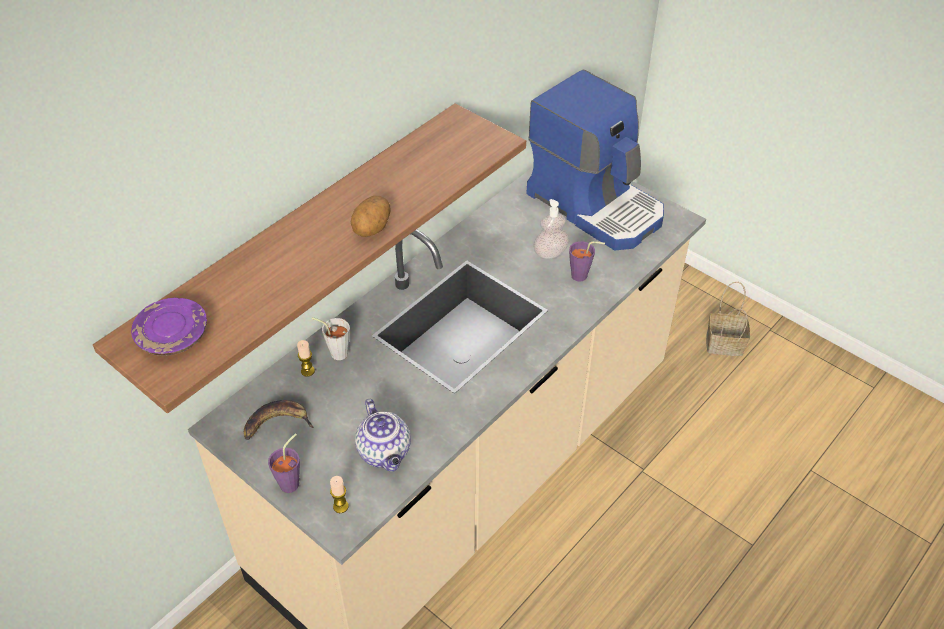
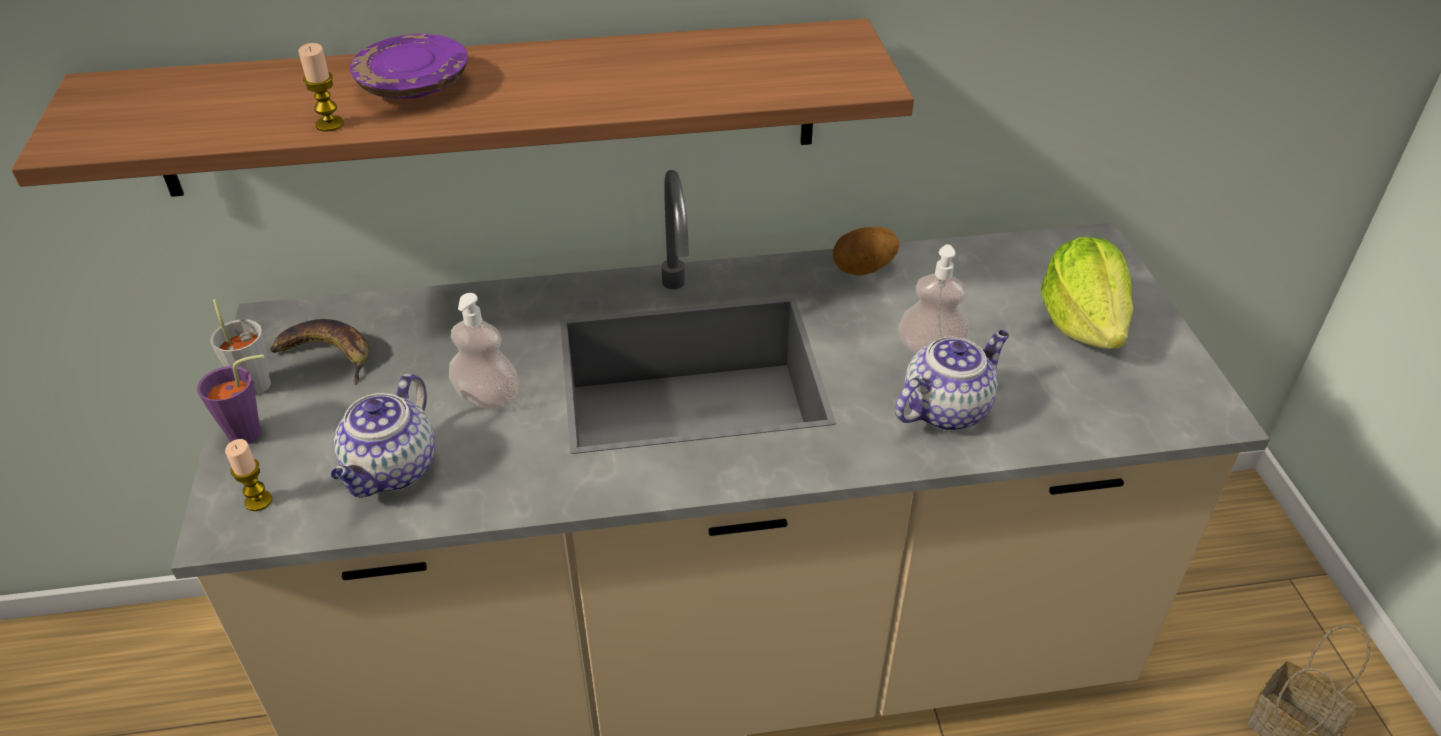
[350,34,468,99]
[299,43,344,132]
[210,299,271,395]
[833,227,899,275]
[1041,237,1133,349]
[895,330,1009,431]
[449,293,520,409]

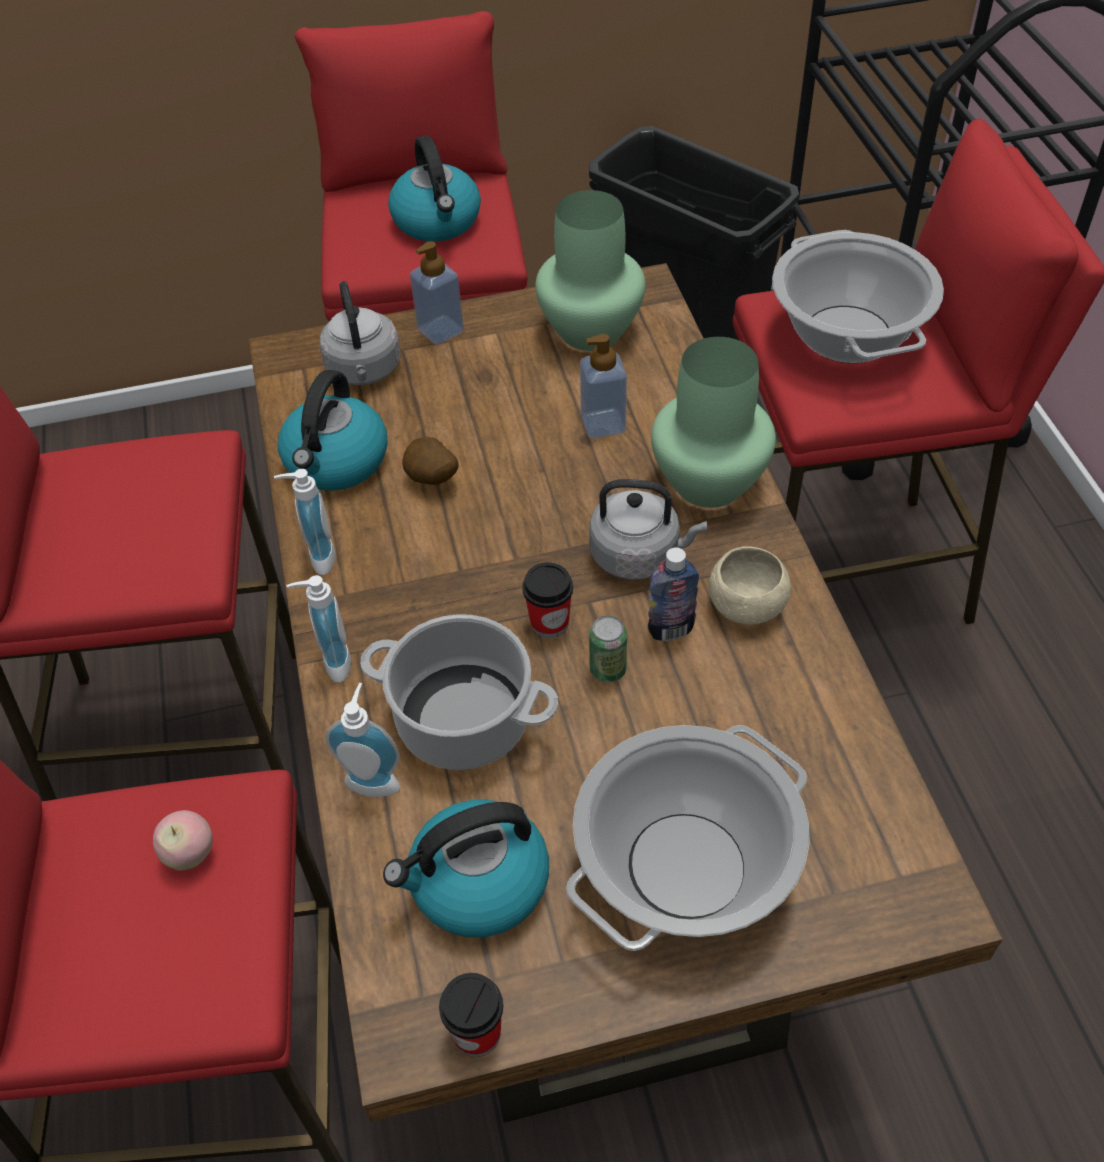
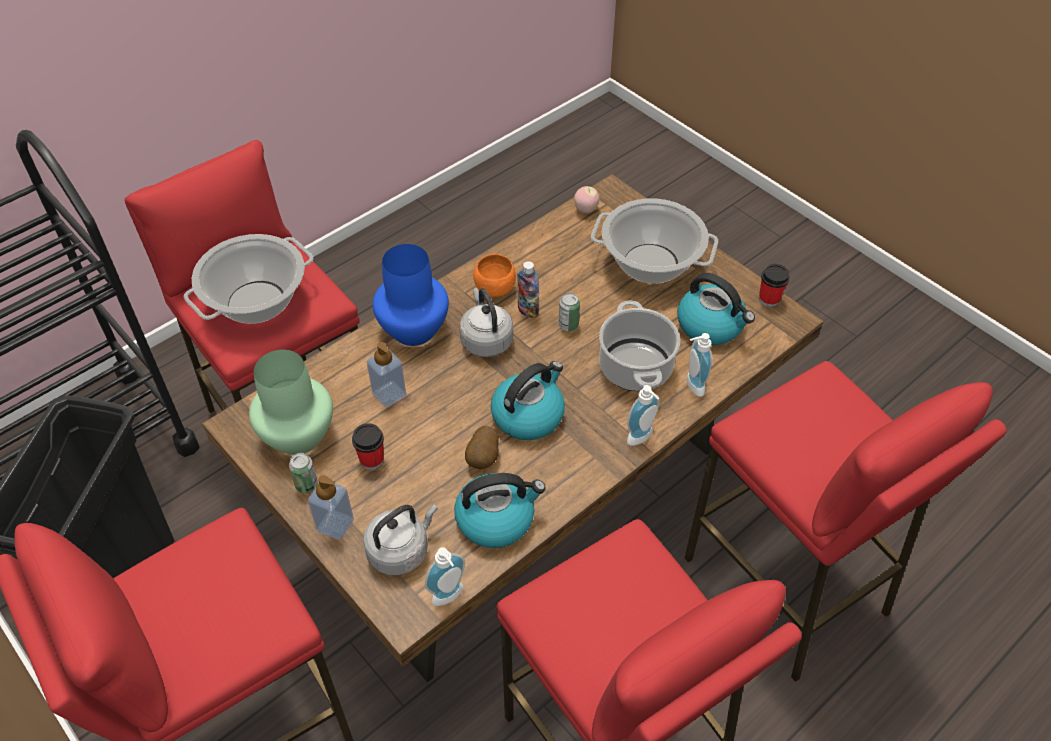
[574,186,600,213]
[425,547,465,606]
[491,361,565,440]
[352,423,384,470]
[373,244,449,346]
[473,254,516,297]
[289,453,318,493]

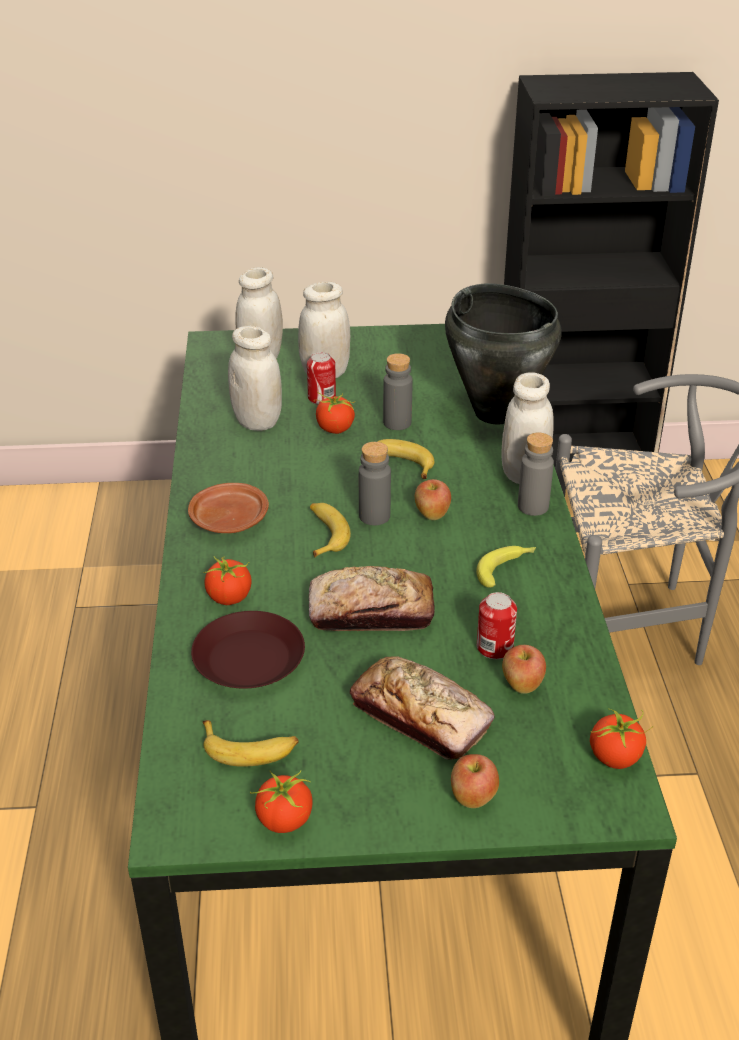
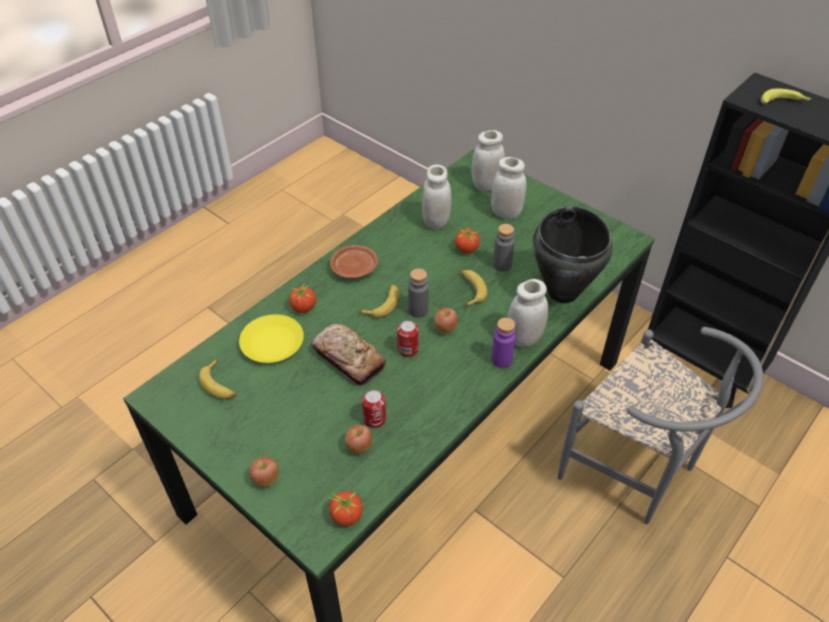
[239,314,304,363]
[250,771,313,833] (first image)
[397,320,419,357]
[350,656,494,760] (first image)
[761,88,811,104]
[491,318,516,368]

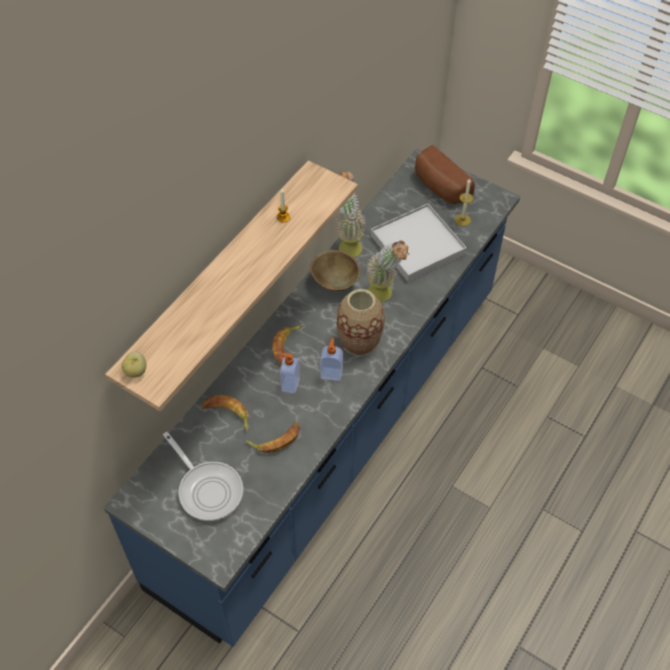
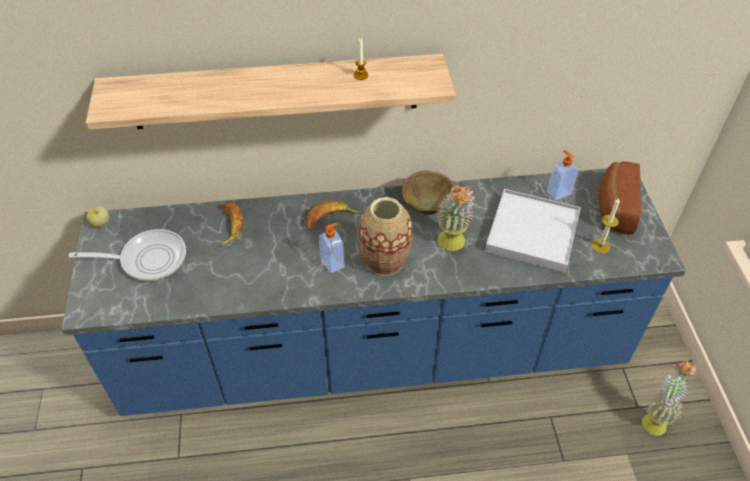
[86,206,109,227]
[69,229,186,281]
[245,422,300,453] (first image)
[547,150,578,200]
[642,359,696,436]

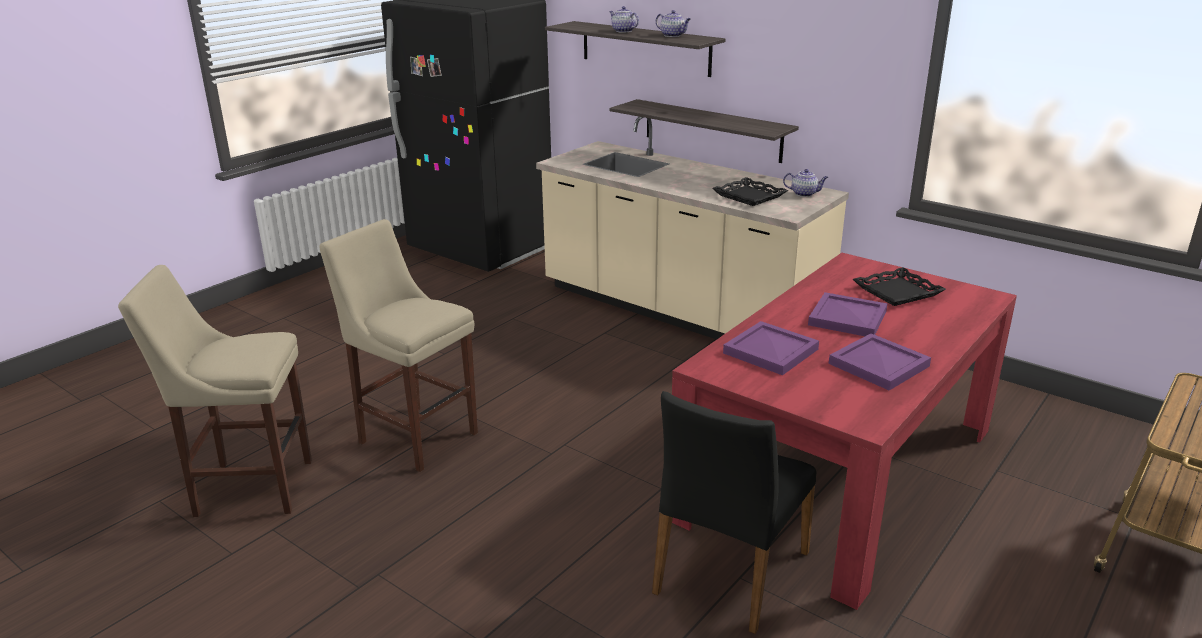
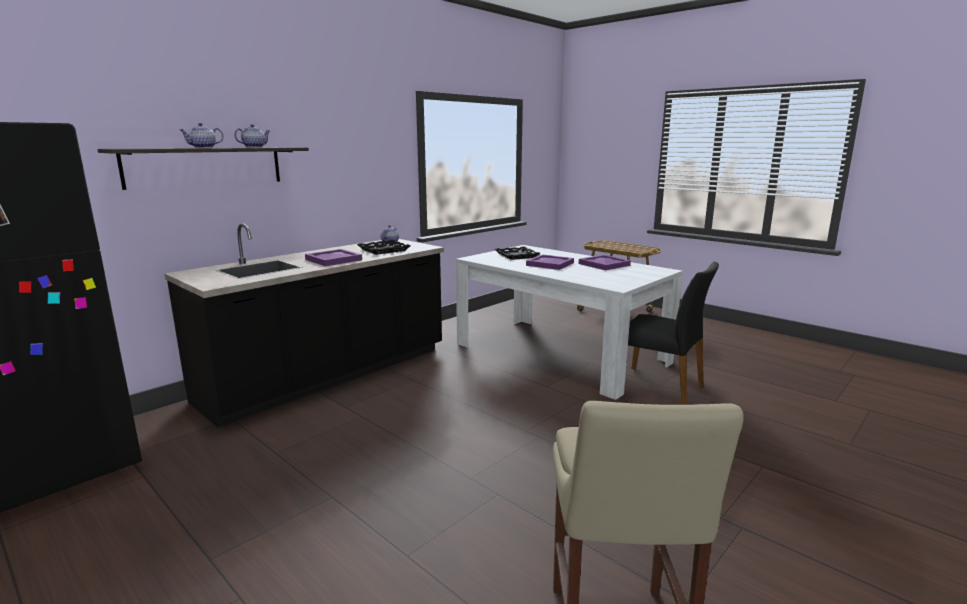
[319,219,478,472] (first image)
[164,223,444,427]
[610,99,799,163] (first image)
[456,245,683,400]
[305,249,362,266]

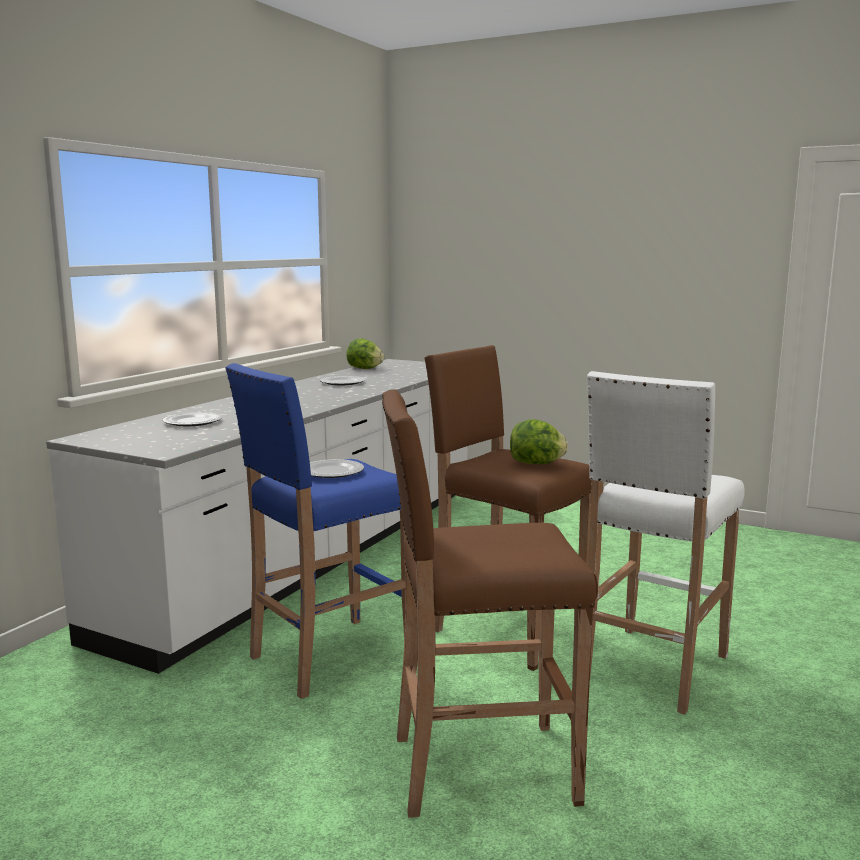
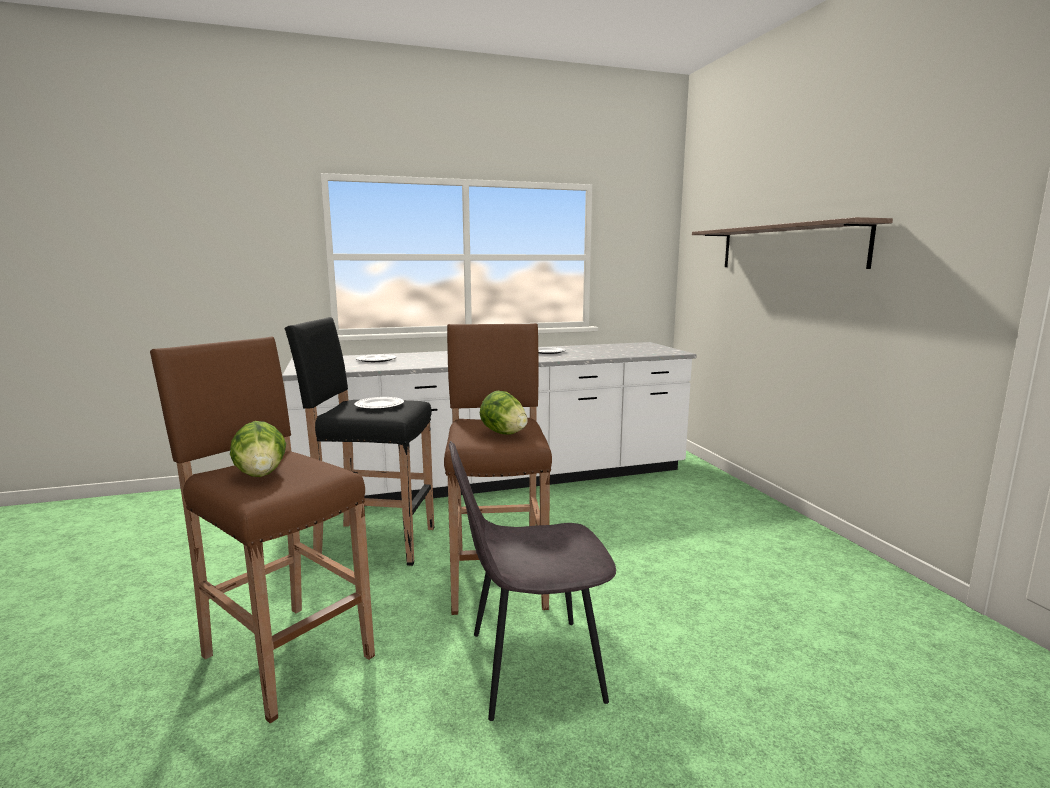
[284,317,434,566]
[230,421,286,477]
[449,441,616,721]
[692,217,893,269]

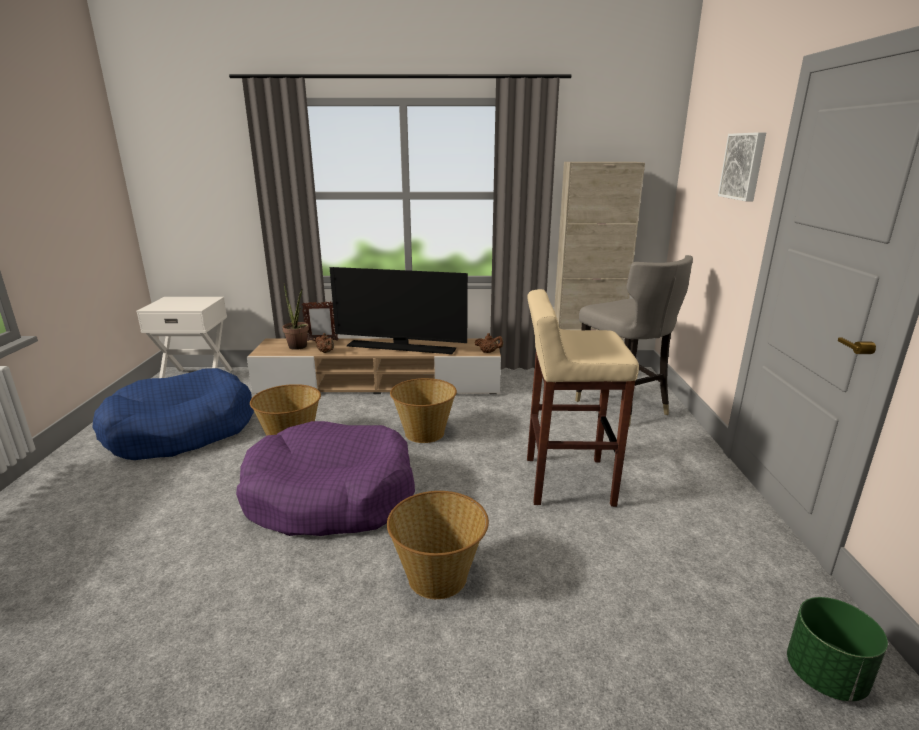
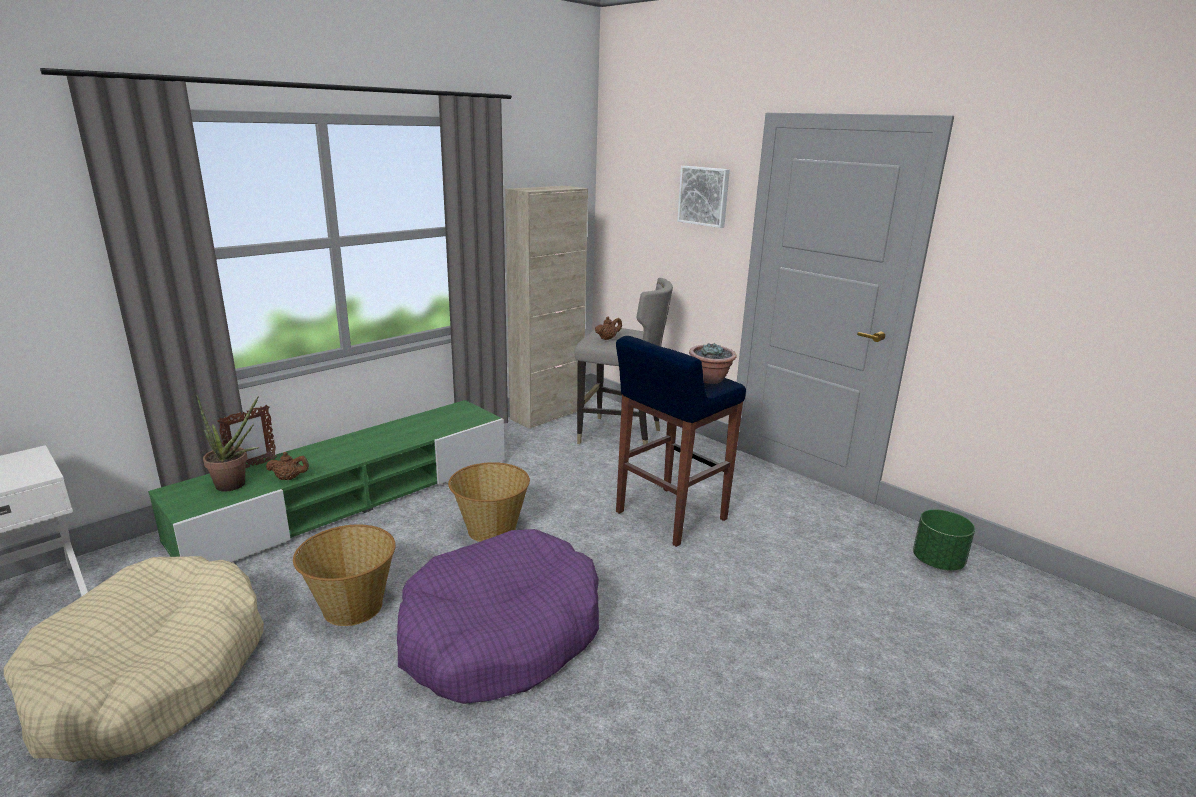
[4,556,264,762]
[148,400,505,562]
[330,267,468,354] (first image)
[387,491,489,599] (first image)
[595,317,622,340]
[616,336,746,547]
[689,342,737,384]

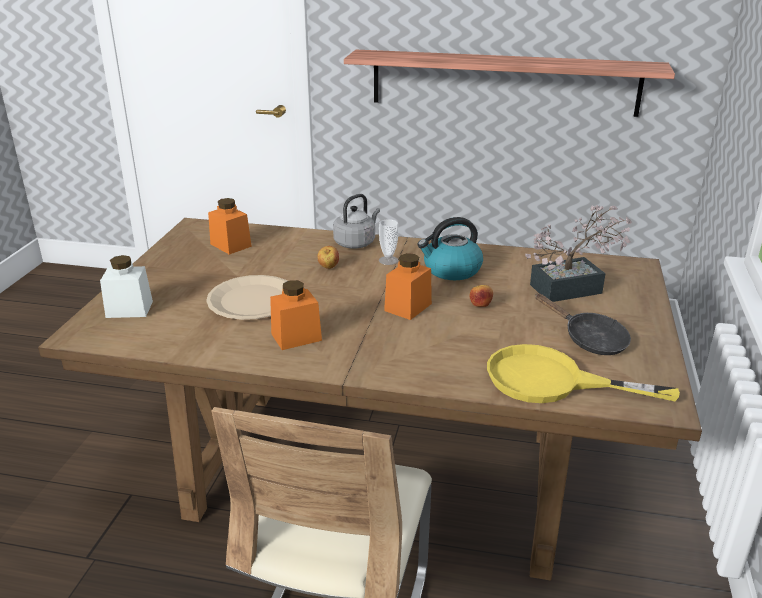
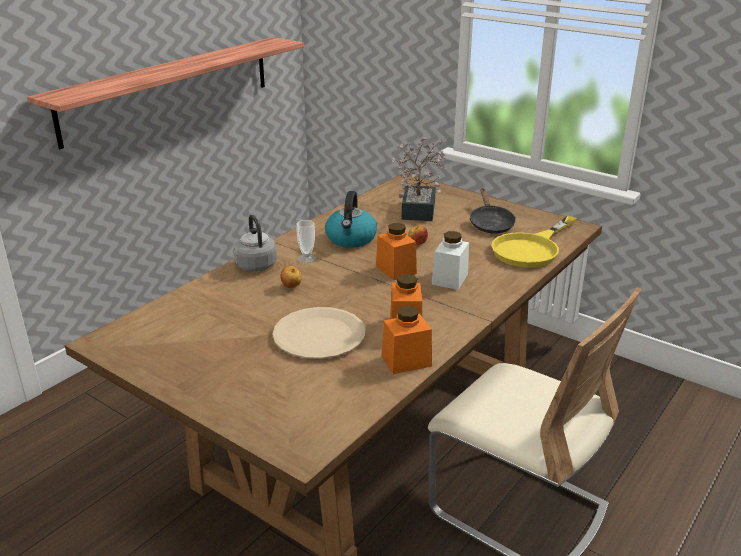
[432,231,469,290]
[381,306,432,374]
[469,188,516,234]

